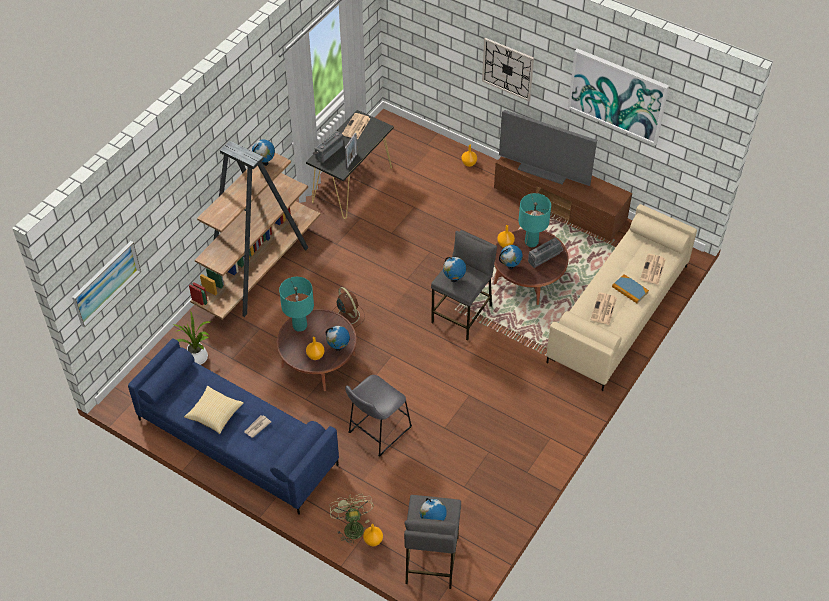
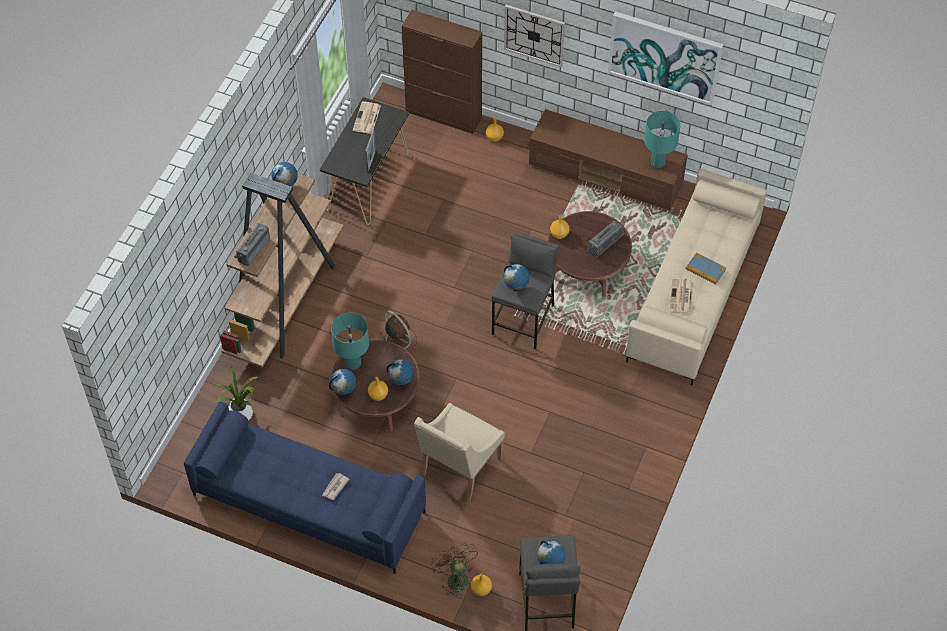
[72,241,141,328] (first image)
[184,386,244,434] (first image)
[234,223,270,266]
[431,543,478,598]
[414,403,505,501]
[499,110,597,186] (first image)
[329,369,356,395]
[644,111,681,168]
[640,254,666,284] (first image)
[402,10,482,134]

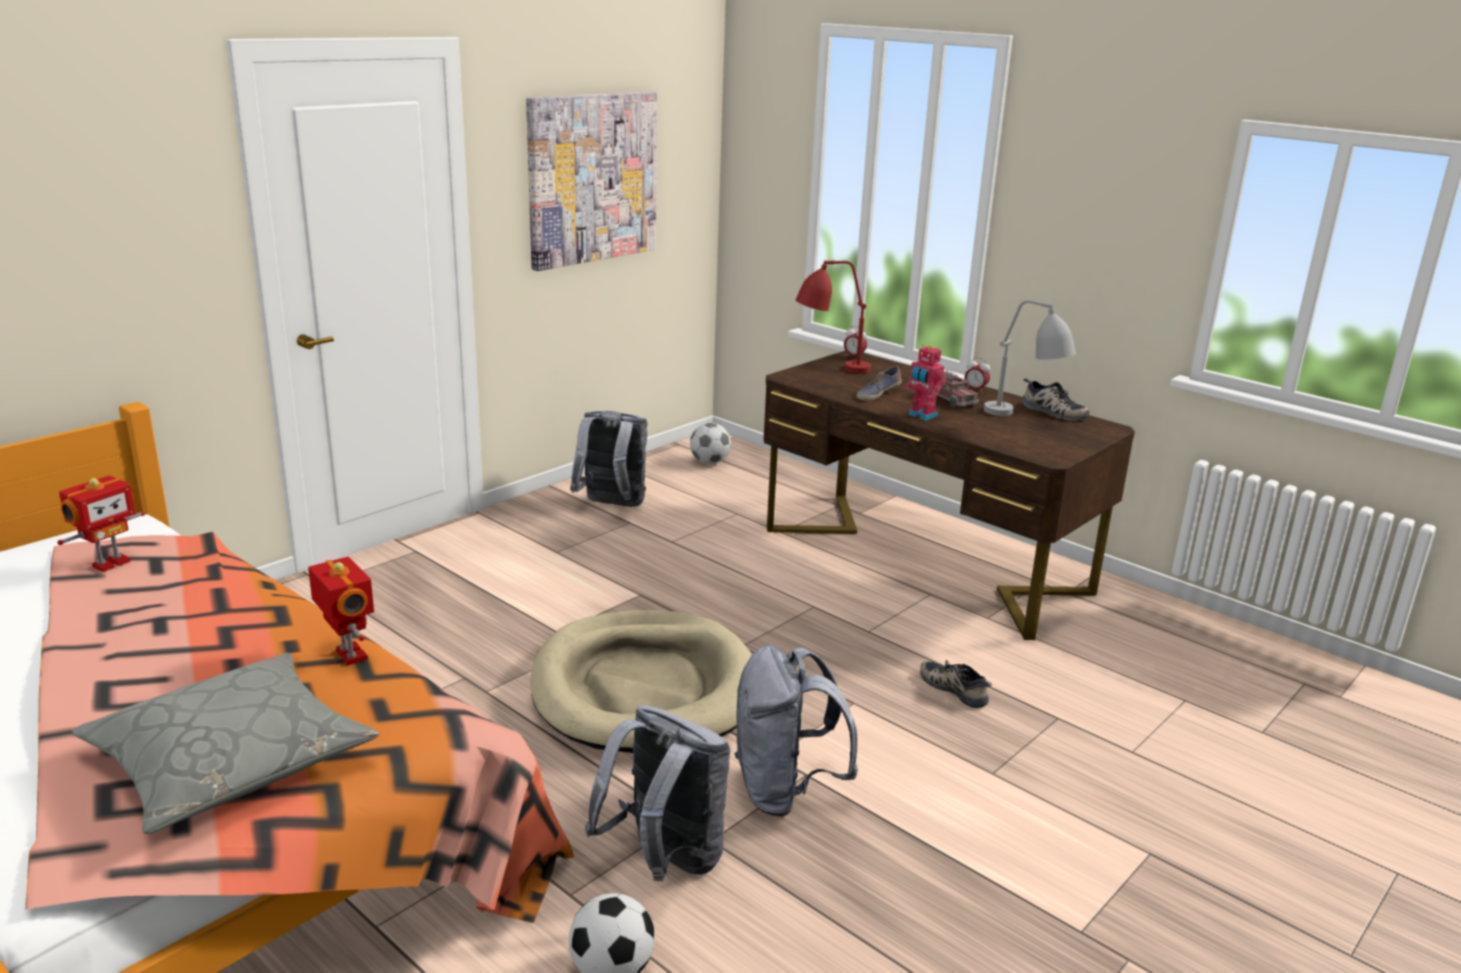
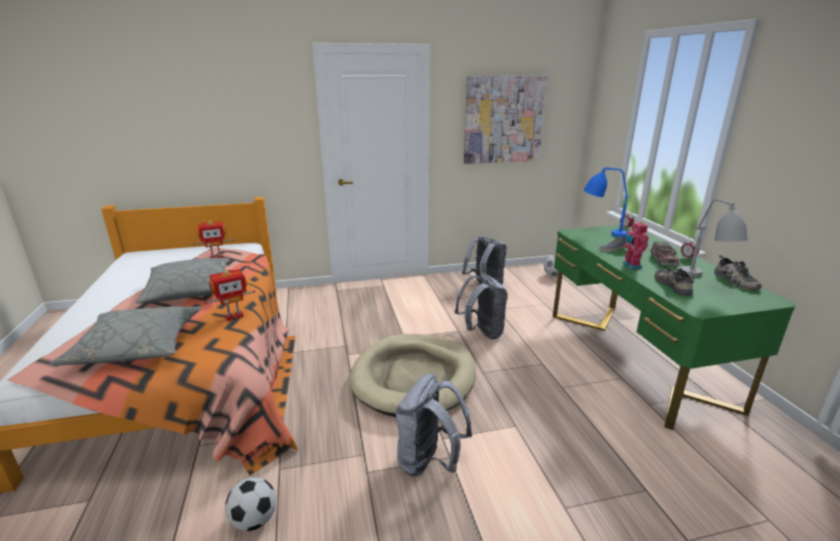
[205,269,255,321]
[455,273,508,340]
[553,225,795,430]
[584,167,628,237]
[655,267,694,296]
[136,258,228,303]

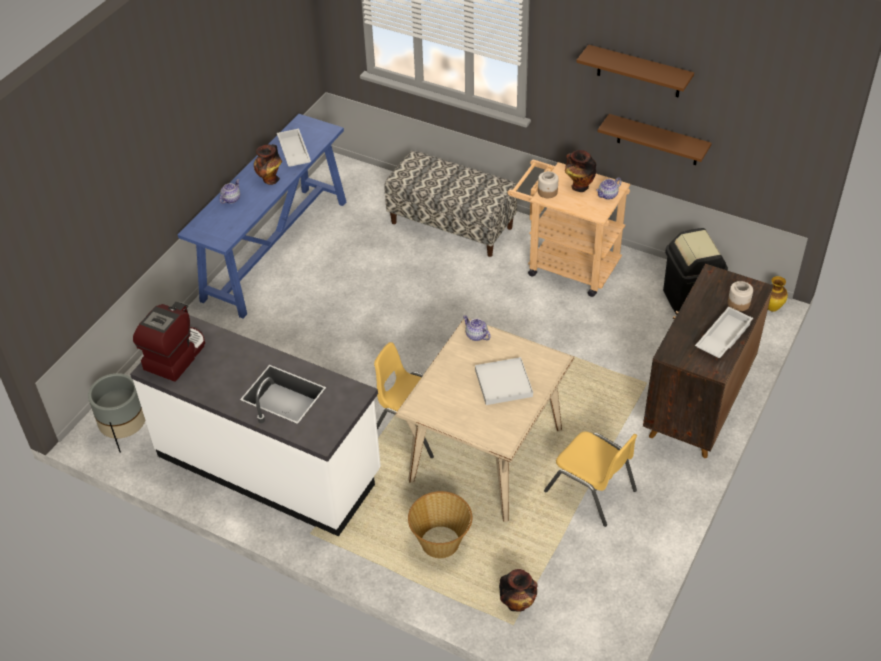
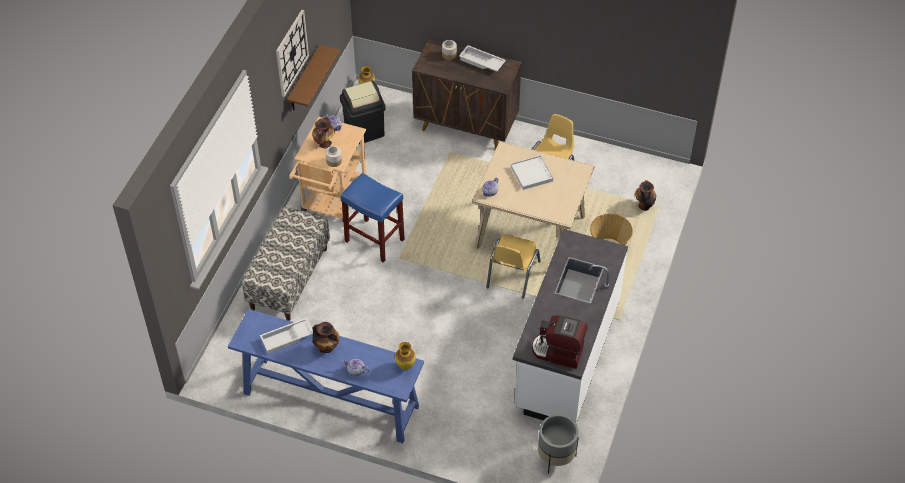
[276,10,309,97]
[340,173,405,262]
[395,342,416,370]

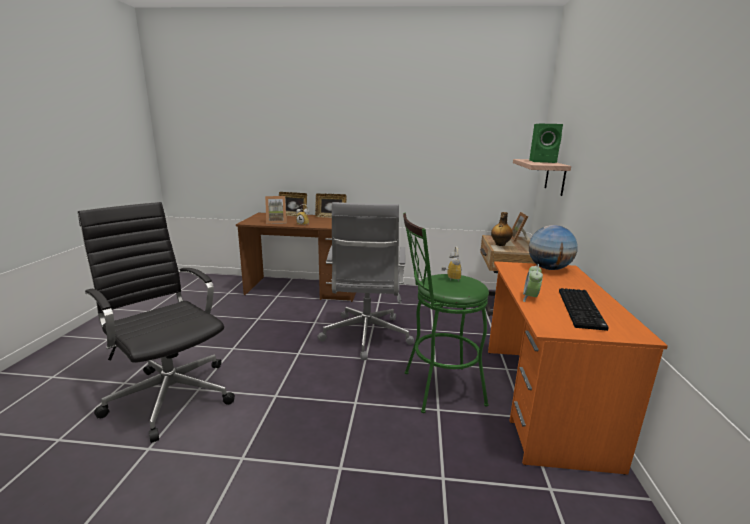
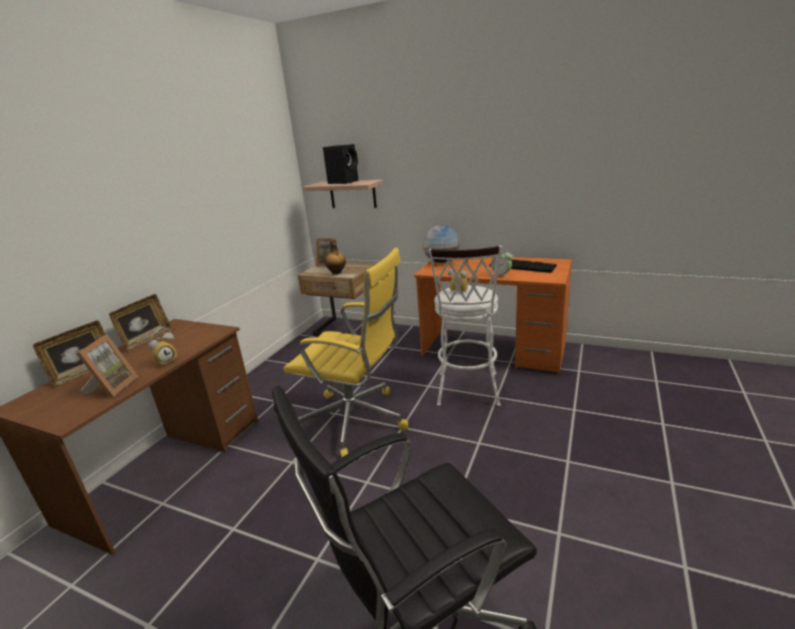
[283,248,408,458]
[429,246,502,406]
[323,144,358,184]

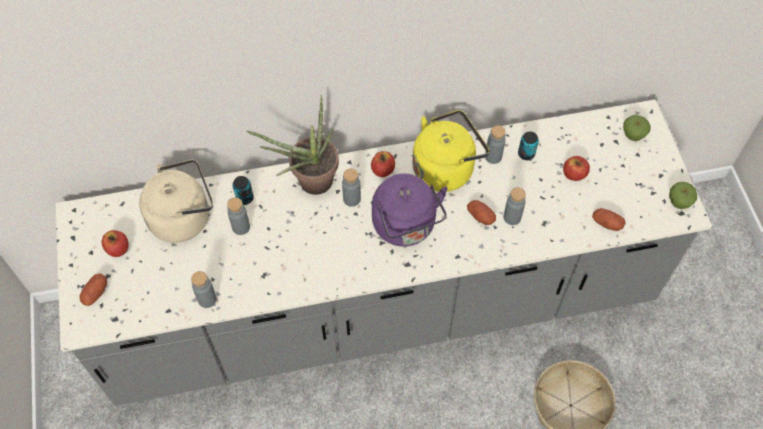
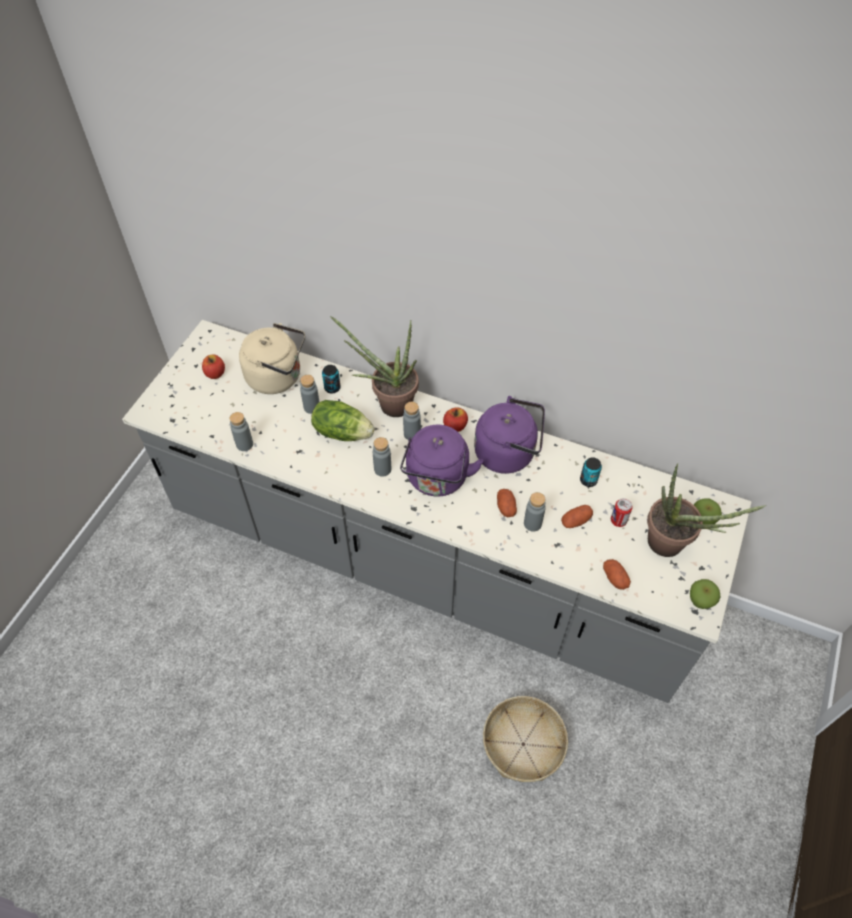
[561,505,593,528]
[474,396,545,474]
[373,437,391,477]
[611,498,632,527]
[311,400,374,441]
[647,463,766,557]

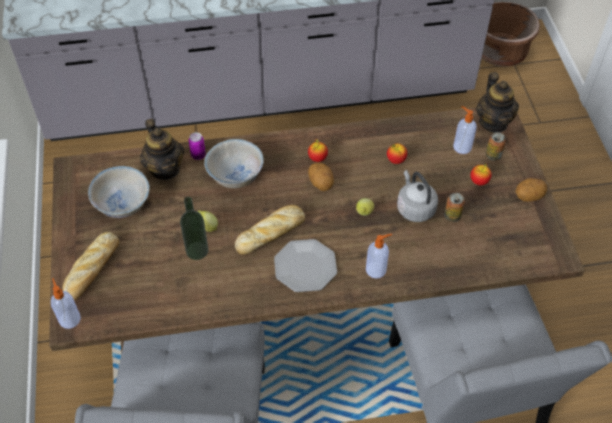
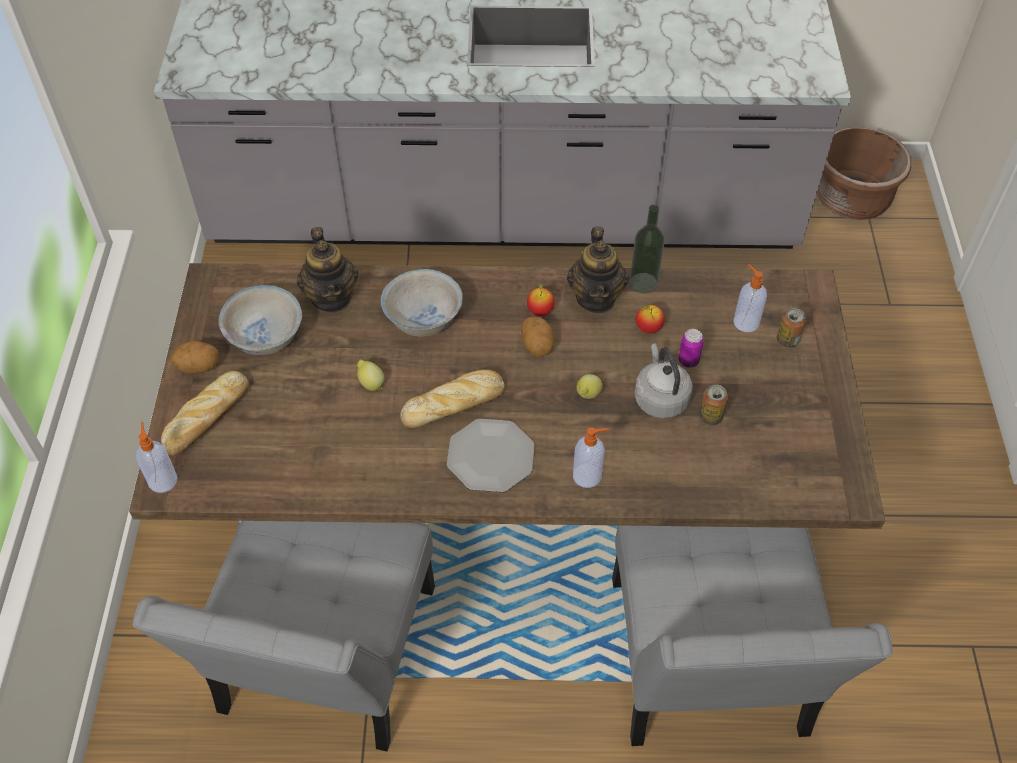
[630,204,665,293]
[678,329,704,368]
[470,163,492,185] (first image)
[567,226,629,313]
[171,341,219,373]

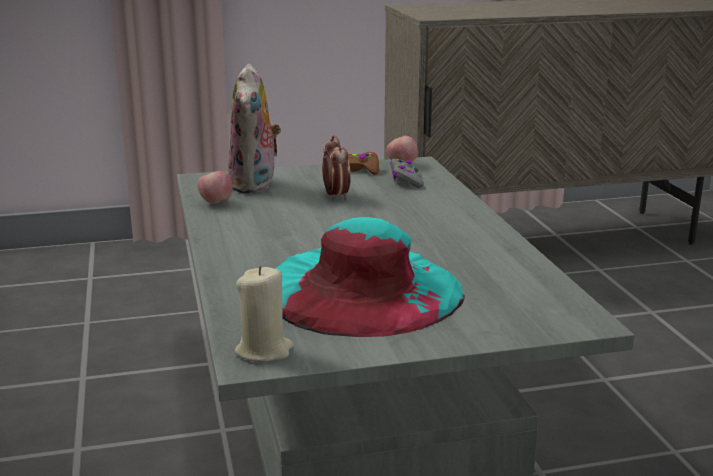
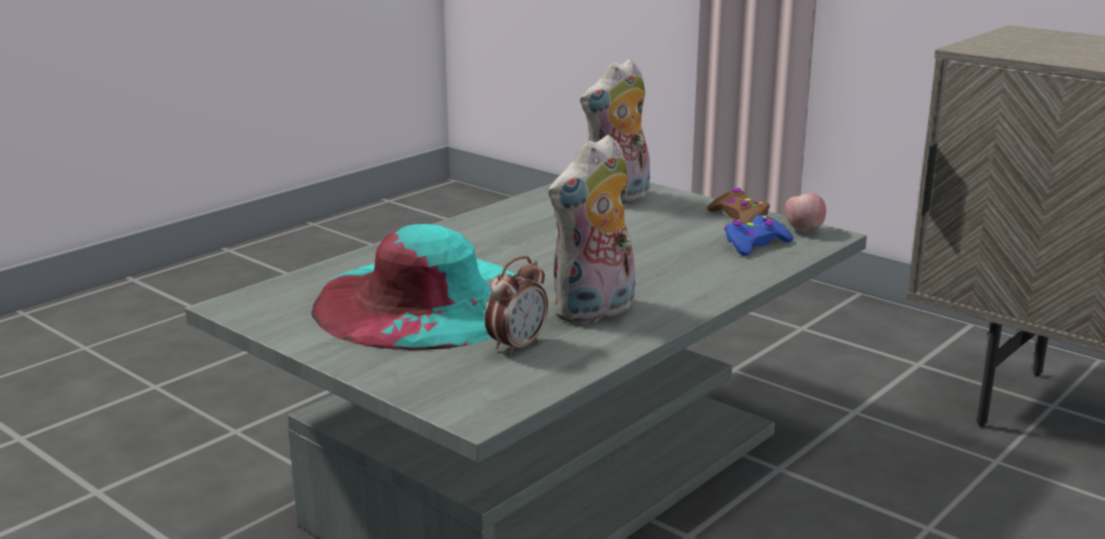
[197,171,232,204] (first image)
[235,266,293,362] (first image)
[484,256,548,356]
[724,215,793,256]
[549,135,635,325]

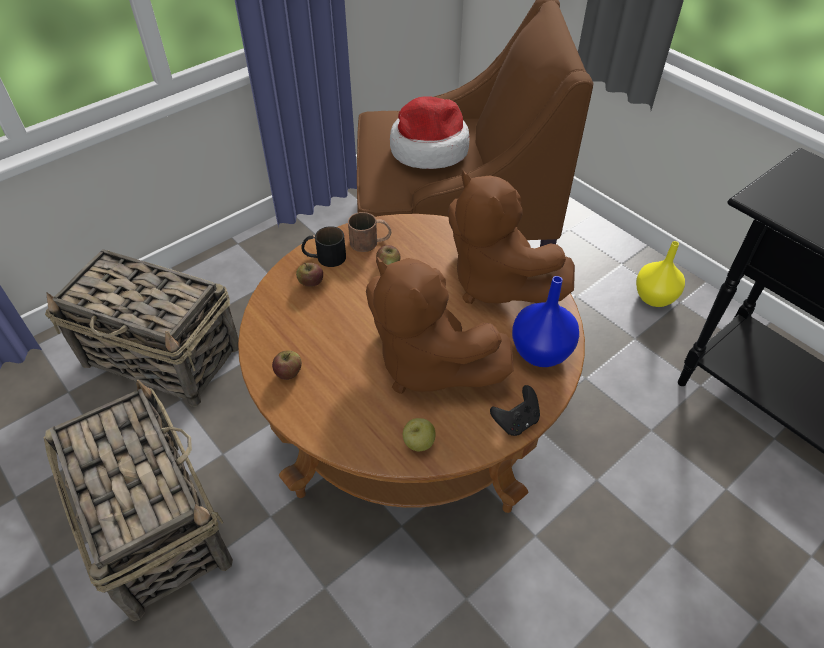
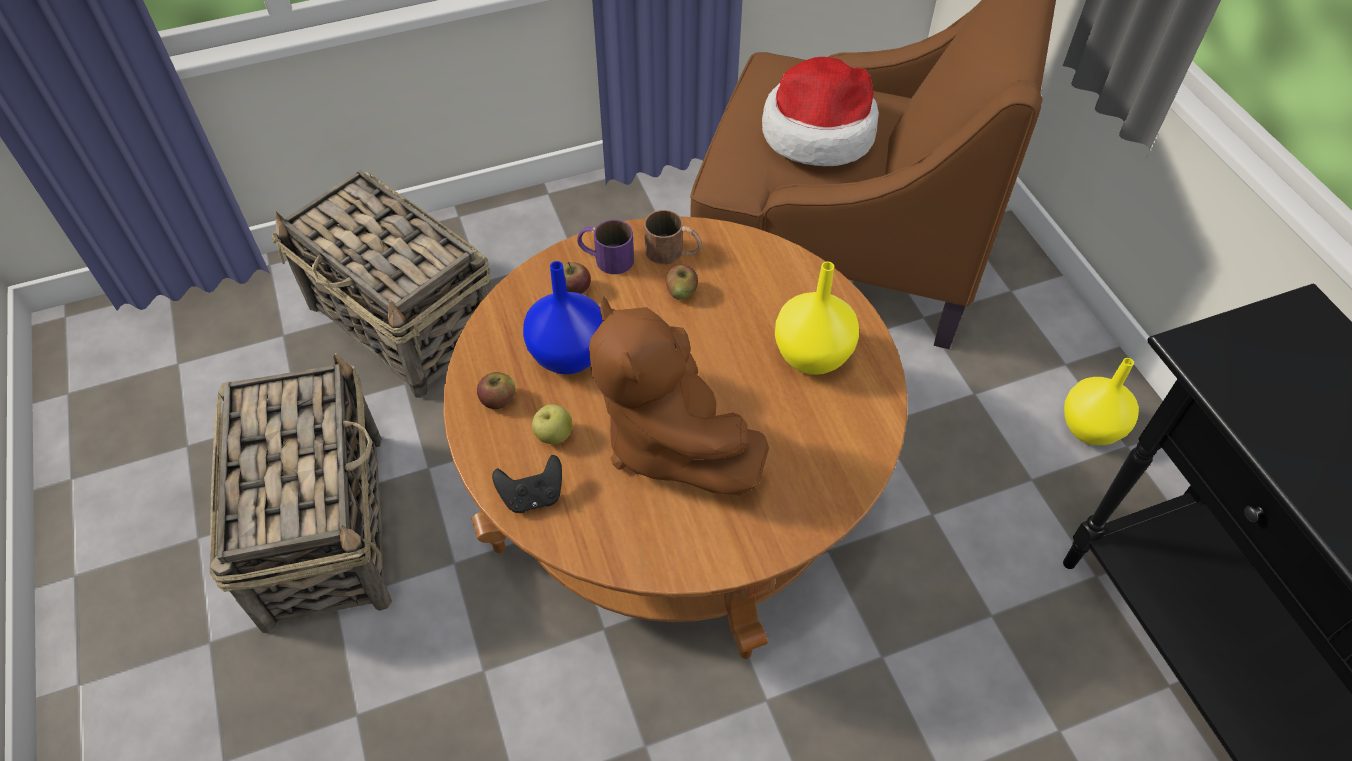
[577,220,634,274]
[532,404,572,444]
[775,261,859,375]
[492,455,562,513]
[523,261,603,374]

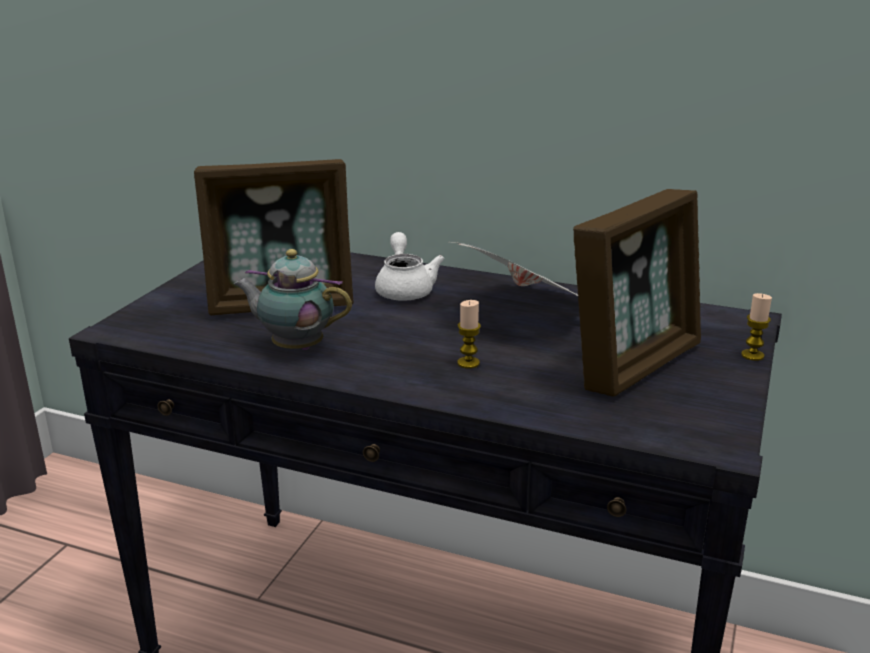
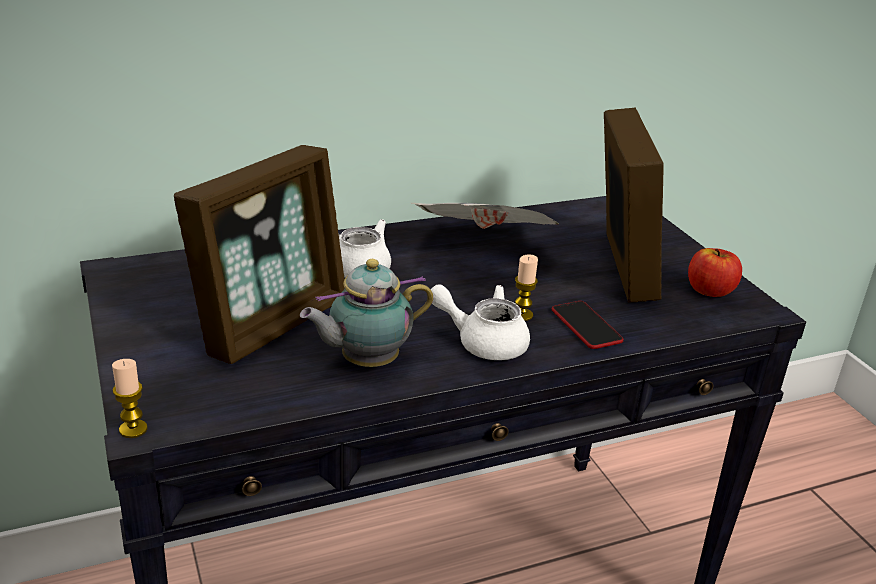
[112,359,148,438]
[430,284,530,360]
[552,301,624,349]
[688,248,742,297]

